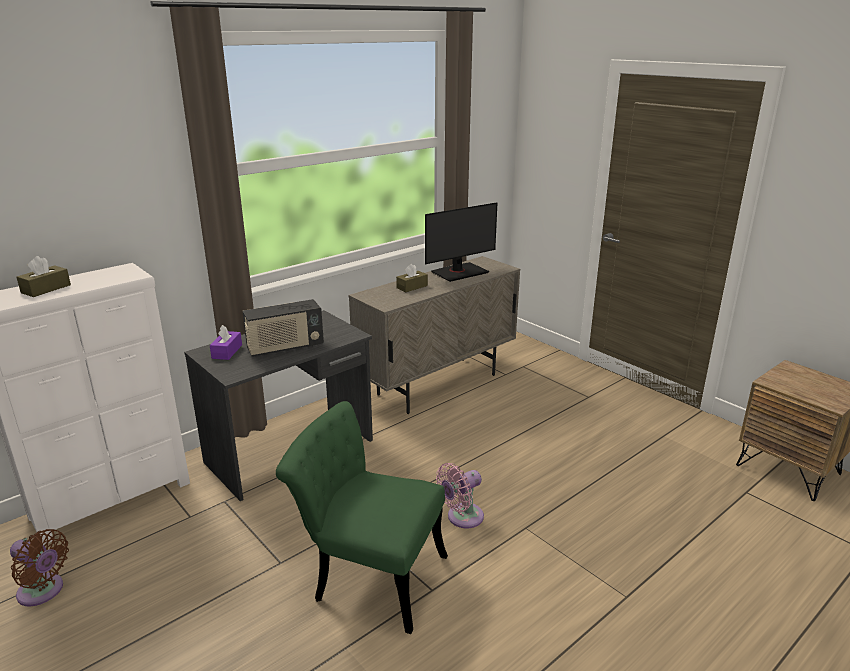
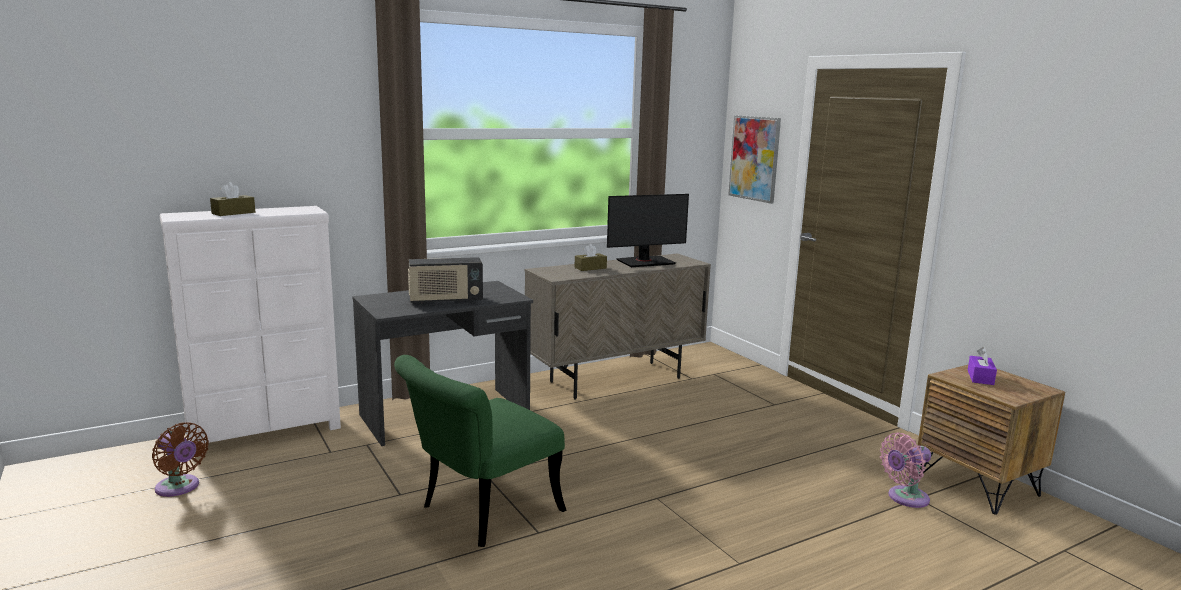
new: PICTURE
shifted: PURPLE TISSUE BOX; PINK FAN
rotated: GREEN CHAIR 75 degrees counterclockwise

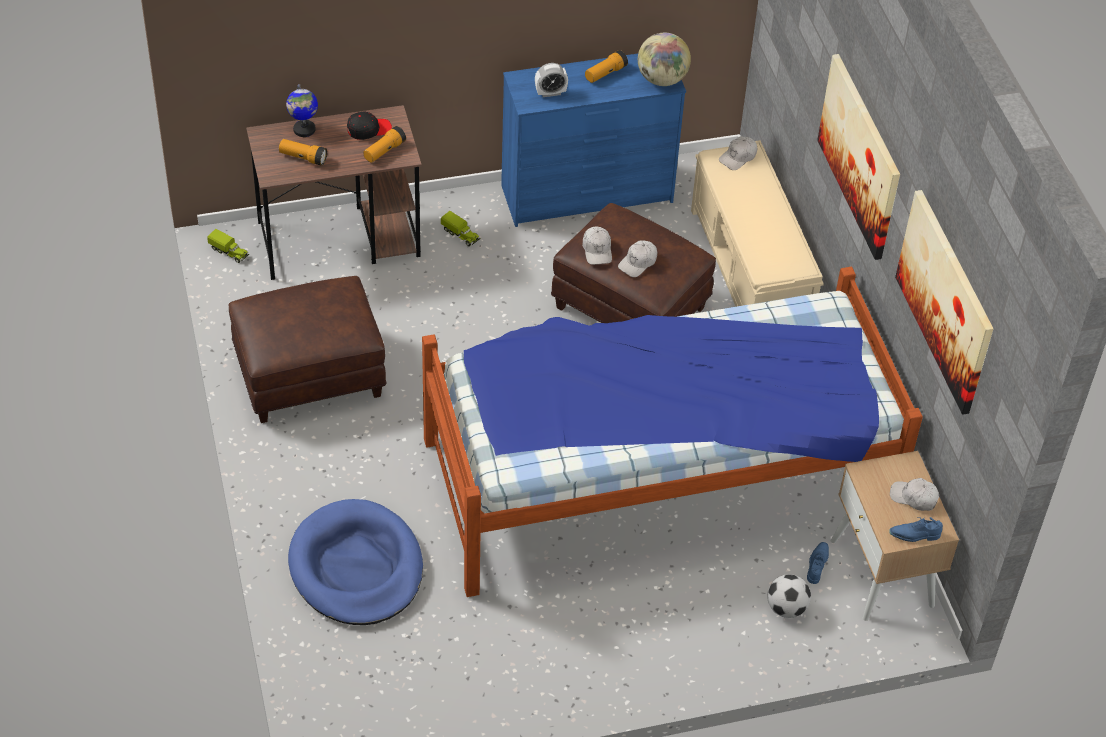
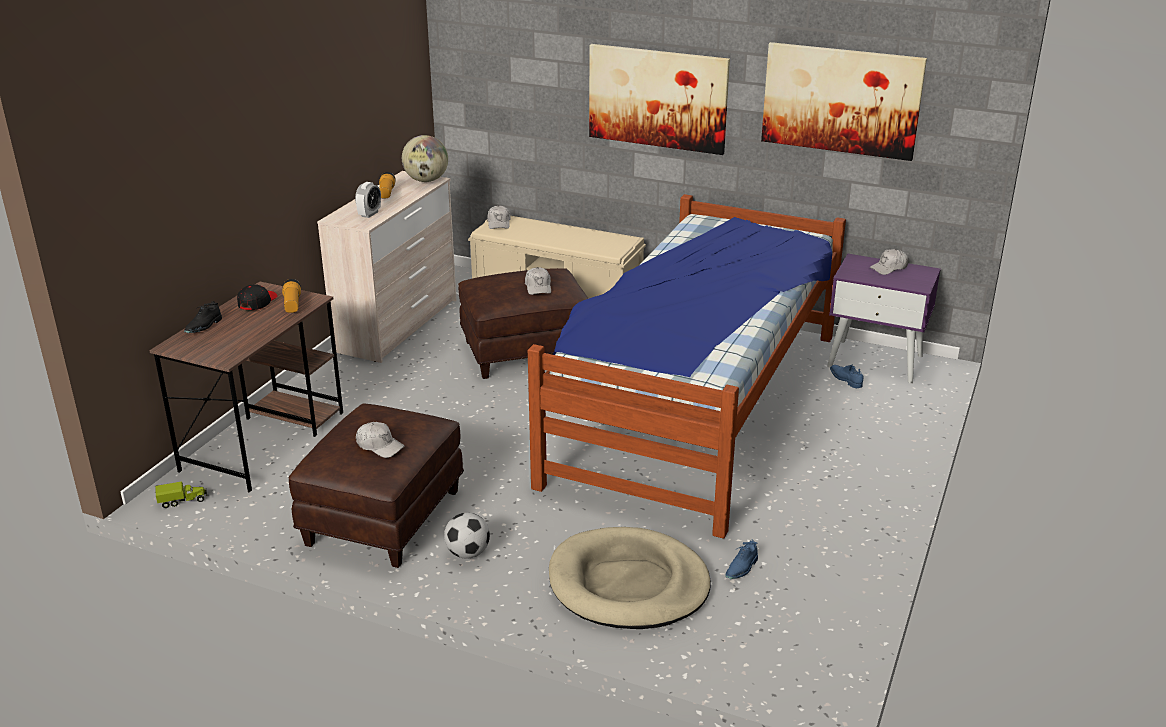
gone: FLASHLIGHT (no. 1 from left); TOY TRUCK (no. 2 from left)
shifted: WHITE CAP (no. 1 from left); FOOTBALL; BLUE SHOE (no. 2 from left in the first image) to BLUE SHOE (no. 1 from left)
swapped: GLOBE (no. 1 from left) to BLACK SHOE
repainted: BLUE DOG BED to BEIGE DOG BED; BLUE DRESSER to BEIGE DRESSER; BEIGE NIGHTSTAND to PURPLE NIGHTSTAND

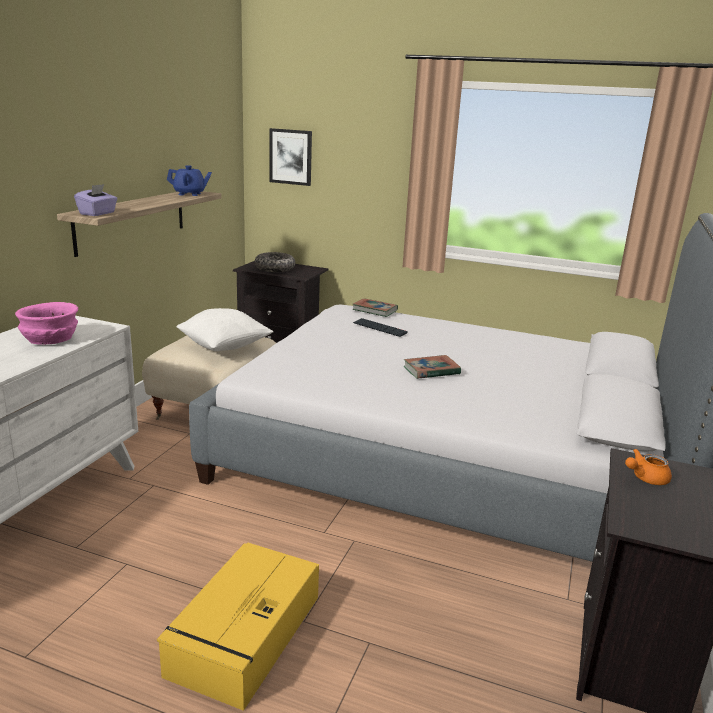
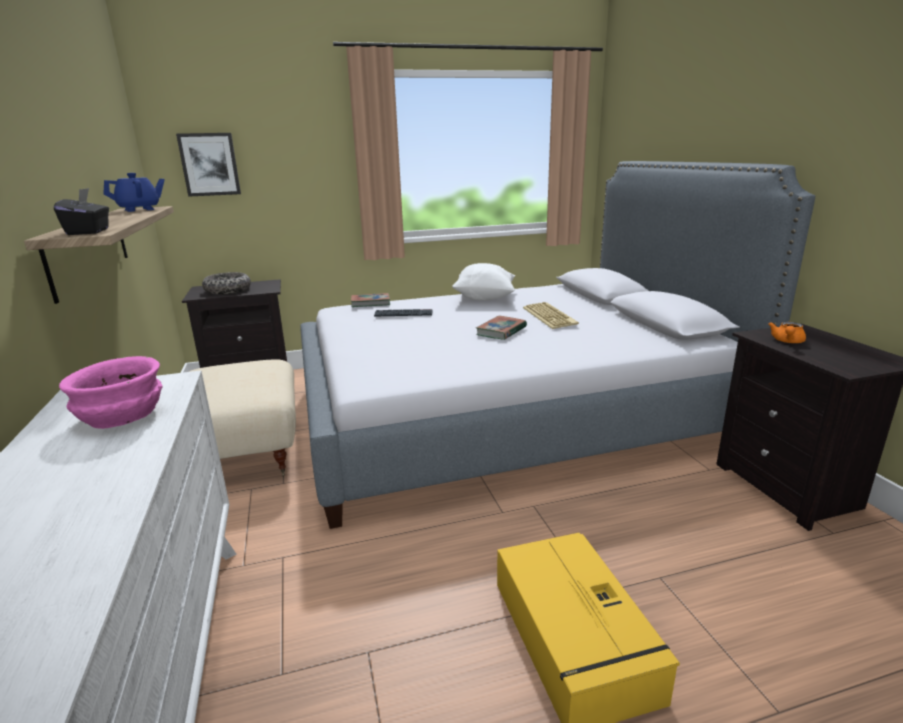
new: KEYBOARD (no. 2 from left)
shifted: WHITE PILLOW
repainted: PURPLE TISSUE BOX to BLACK TISSUE BOX

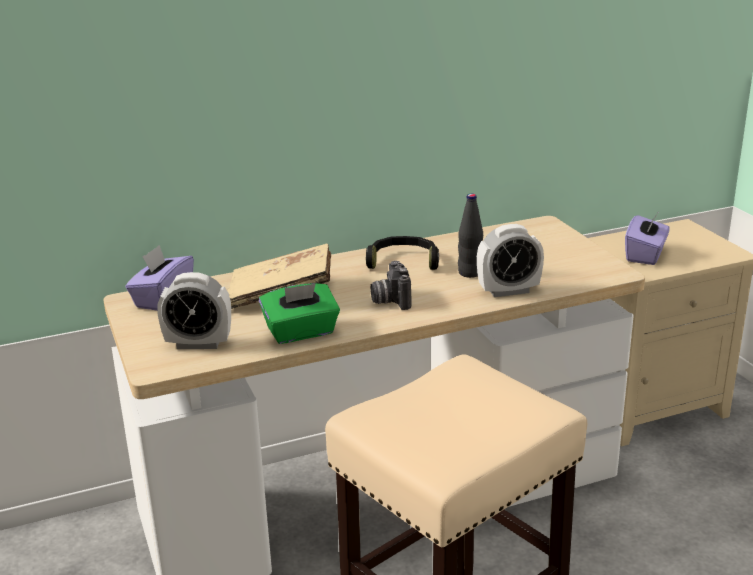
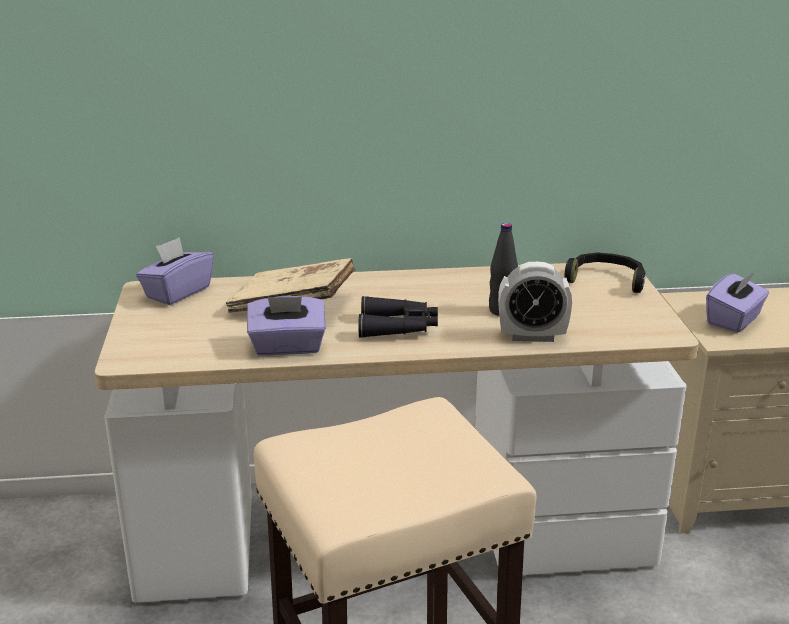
gone: ALARM CLOCK (no. 1 from left)
shifted: BLACK HEADPHONES
swapped: PHOTO CAMERA to BLACK BINOCULARS
repainted: GREEN TISSUE BOX to PURPLE TISSUE BOX (no. 2 from left)

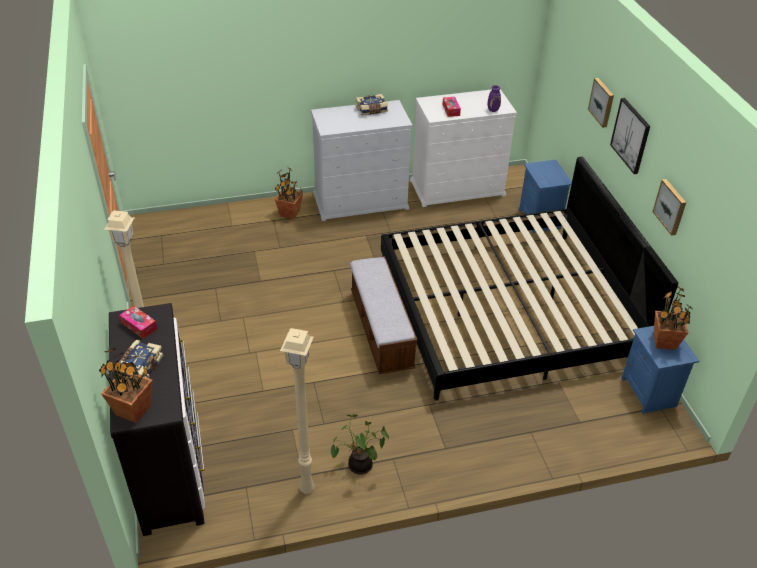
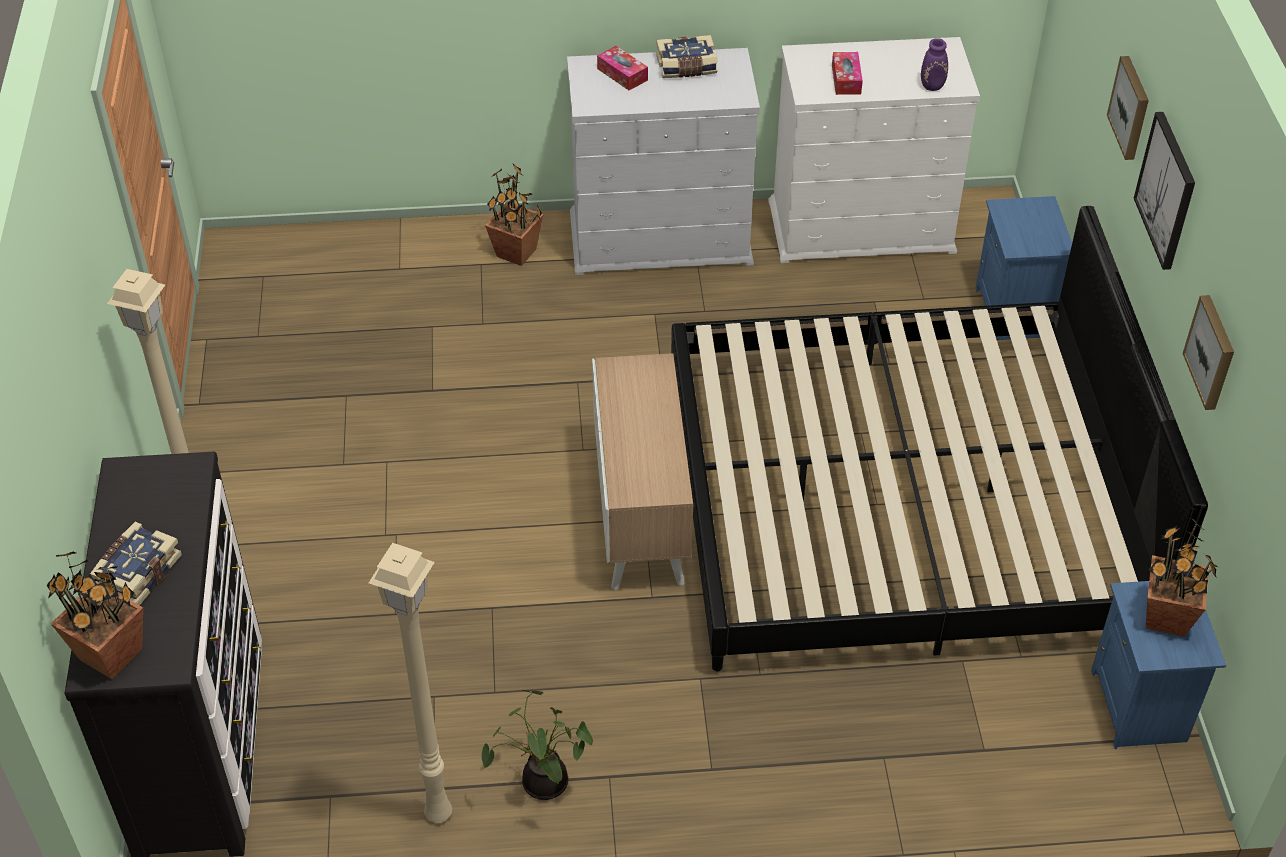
shifted: TISSUE BOX (no. 1 from left)
swapped: BENCH to CABINET

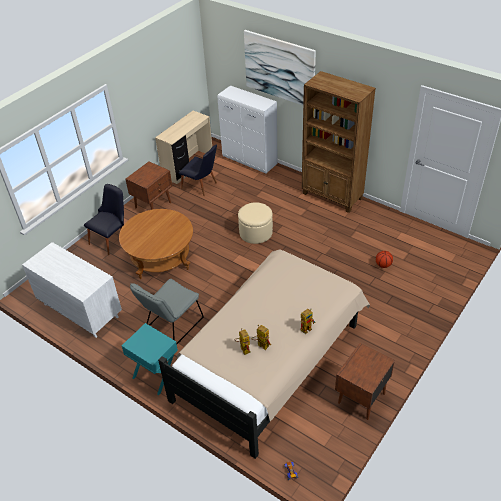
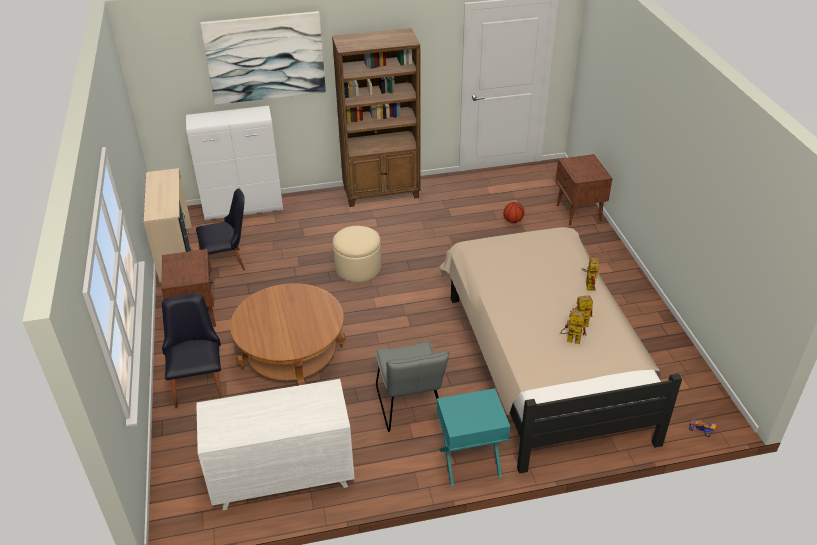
shifted: BROWN NIGHTSTAND (no. 2 from left)

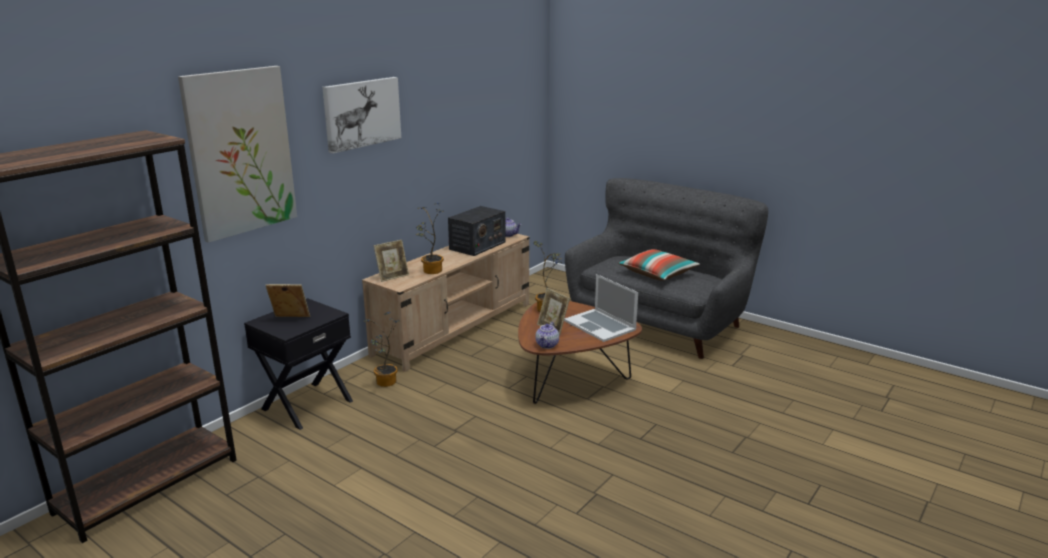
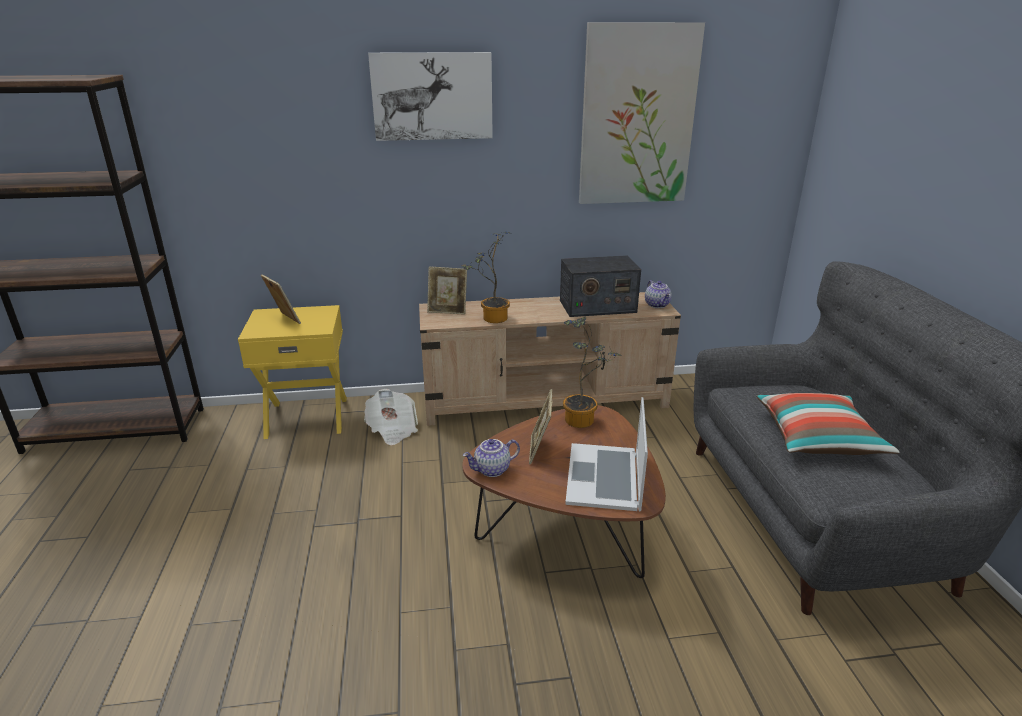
shifted: PICTURE (no. 1 from left in the first image) to PICTURE (no. 2 from left)
swapped: POTTED PLANT (no. 1 from left) to NEWSPAPER
repainted: BLACK NIGHTSTAND to YELLOW NIGHTSTAND

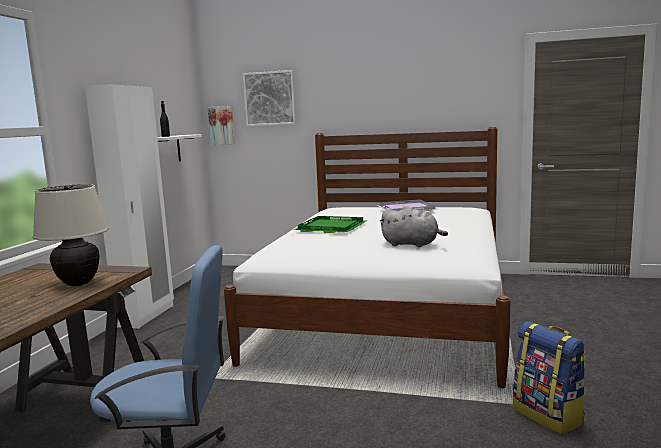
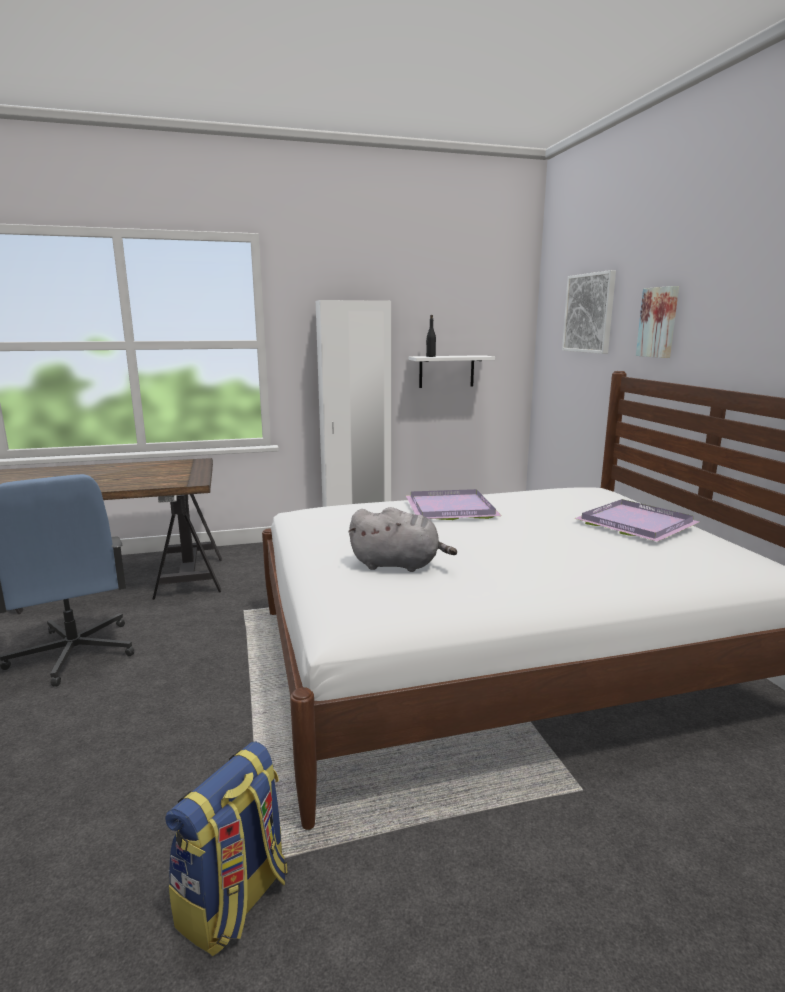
gone: BEIGE TABLE LAMP
shifted: PICTURE (no. 1 from left in the first image) to PICTURE (no. 2 from left)
repainted: GREEN TRAY to PURPLE TRAY (no. 1 from left)
rotated: GREY PLUSH TOY 75 degrees counterclockwise

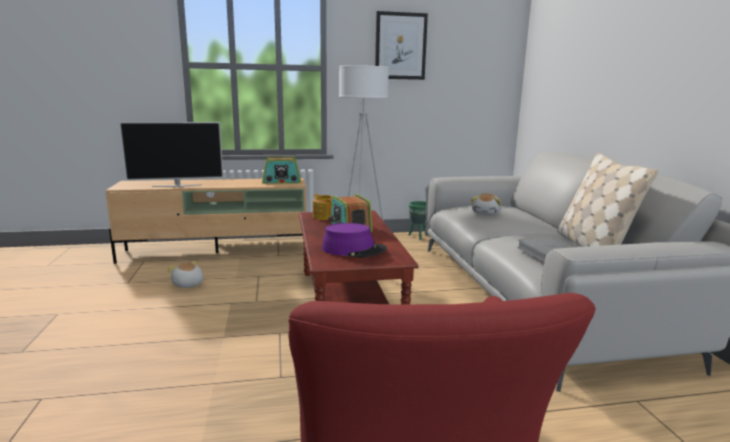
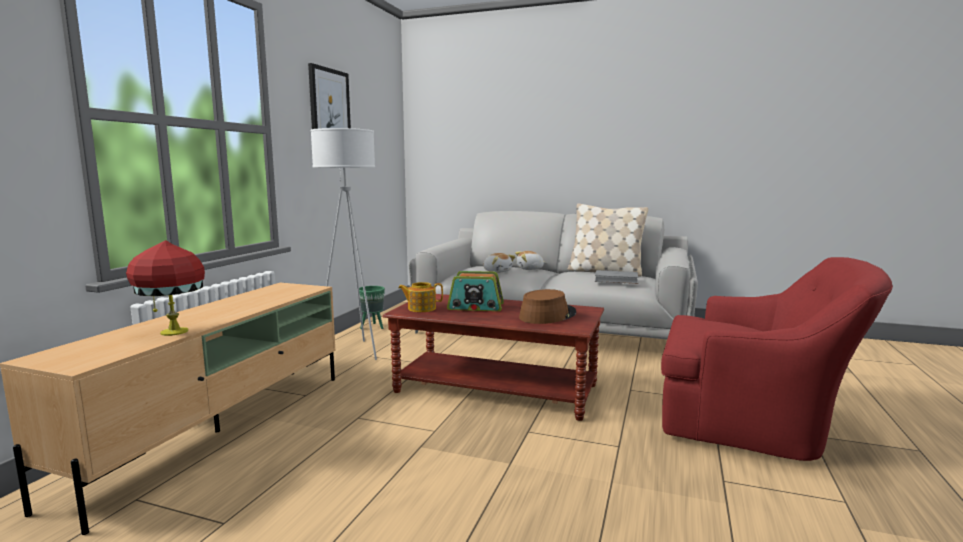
gone: RADIO (no. 1 from left)
shifted: PLUSH TOY (no. 1 from left in the first image) to PLUSH TOY (no. 2 from left)
swapped: TELEVISION to RED TABLE LAMP
repainted: PURPLE HAT to BROWN HAT

